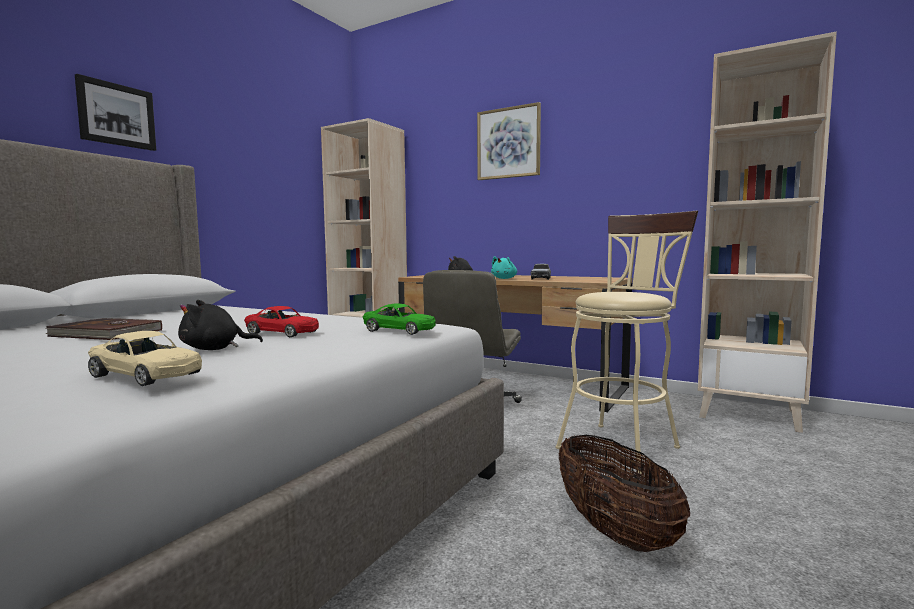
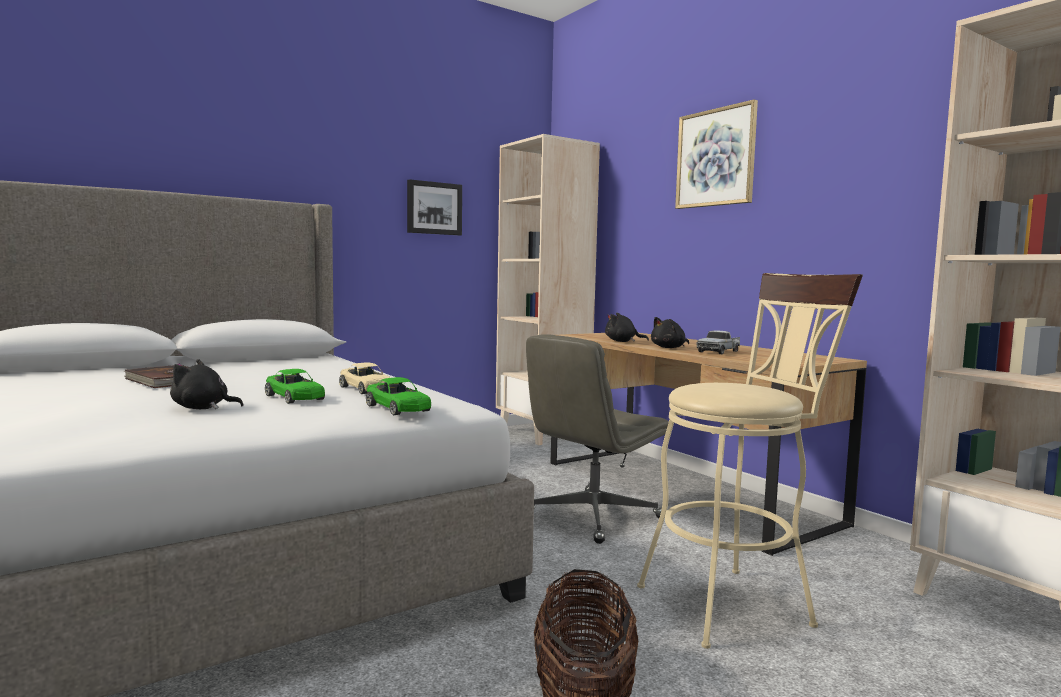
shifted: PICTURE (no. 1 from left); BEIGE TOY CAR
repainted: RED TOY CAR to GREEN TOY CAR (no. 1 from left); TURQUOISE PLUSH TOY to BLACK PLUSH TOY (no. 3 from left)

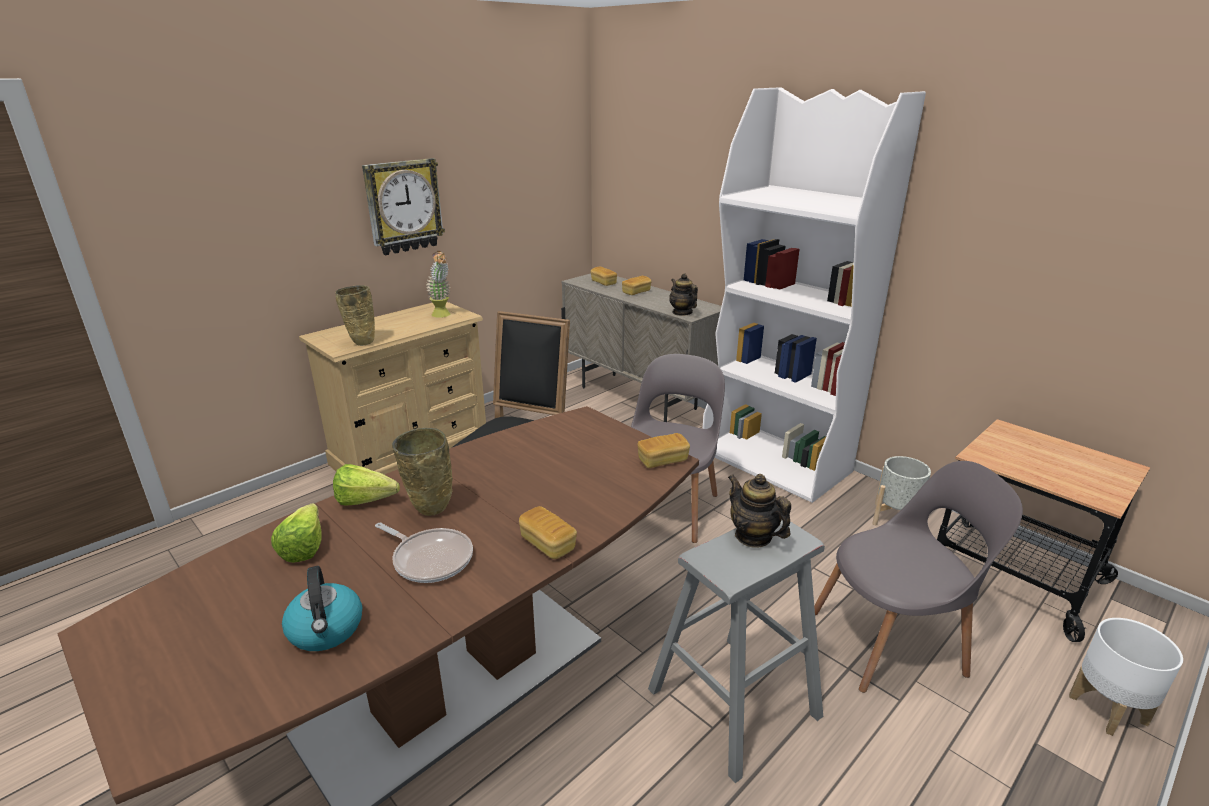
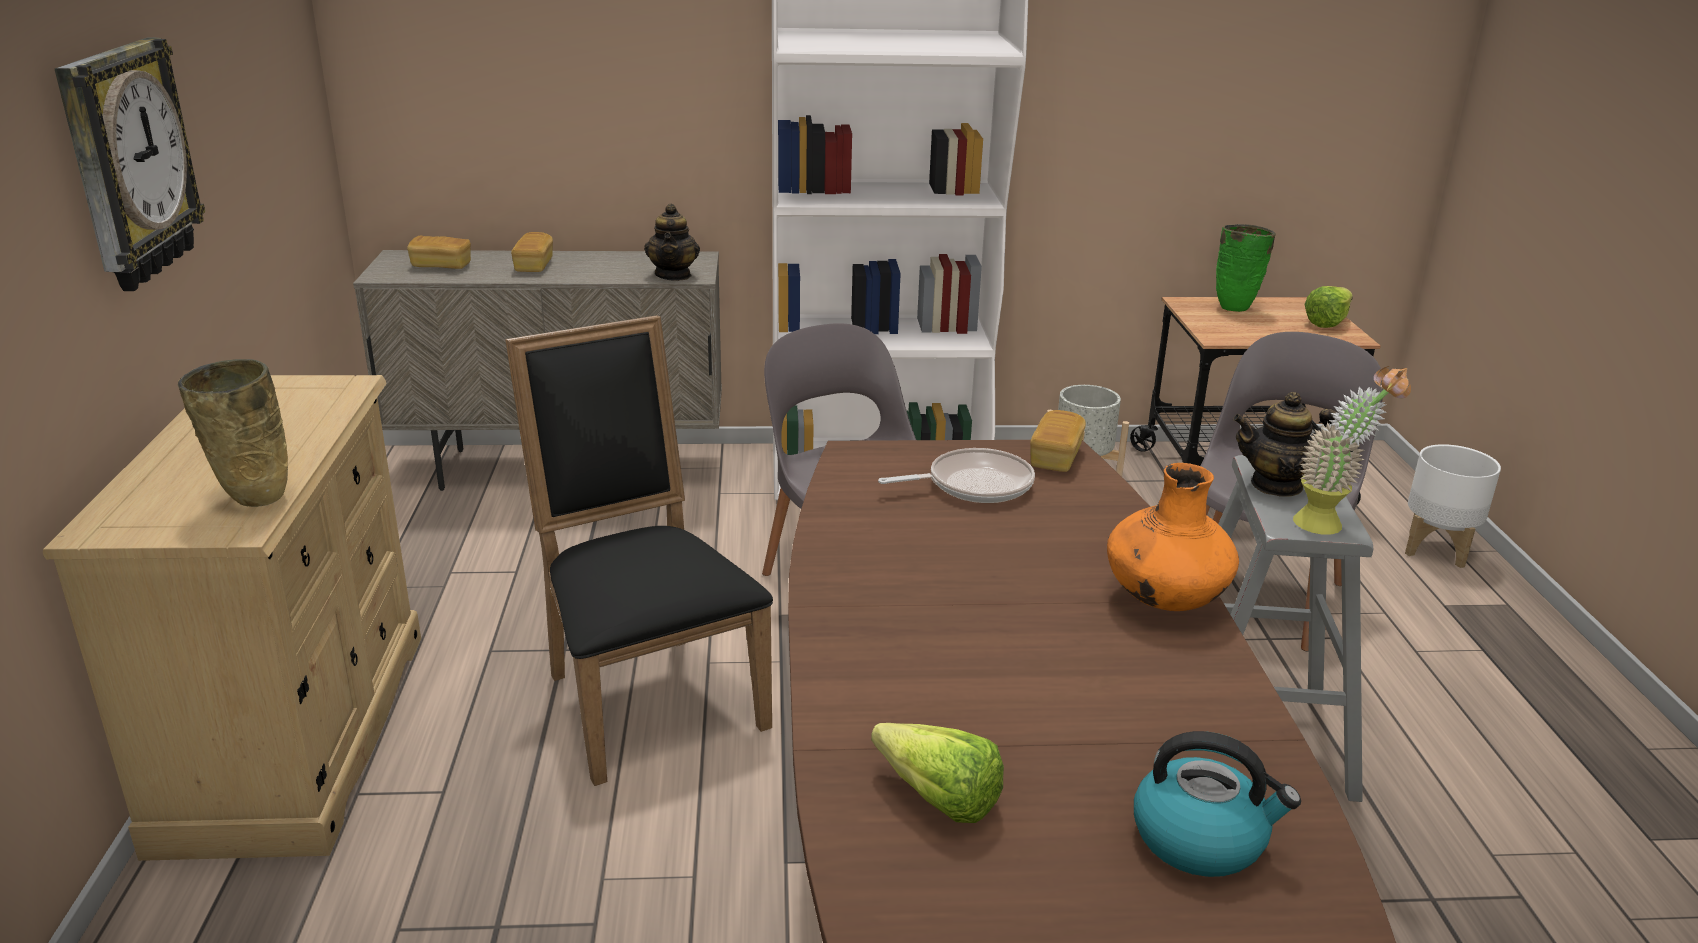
gone: BEIGE VASE (no. 2 from left)
new: GREEN VASE
shifted: LETTUCE (no. 2 from left); FRYING PAN; POTTED PLANT
swapped: BREAD (no. 1 from left) to ORANGE VASE
rotated: TEAPOT (no. 1 from left) 105 degrees counterclockwise

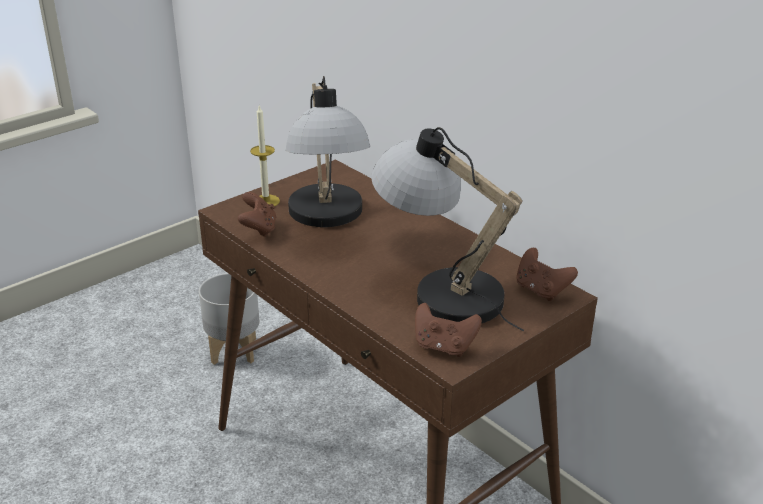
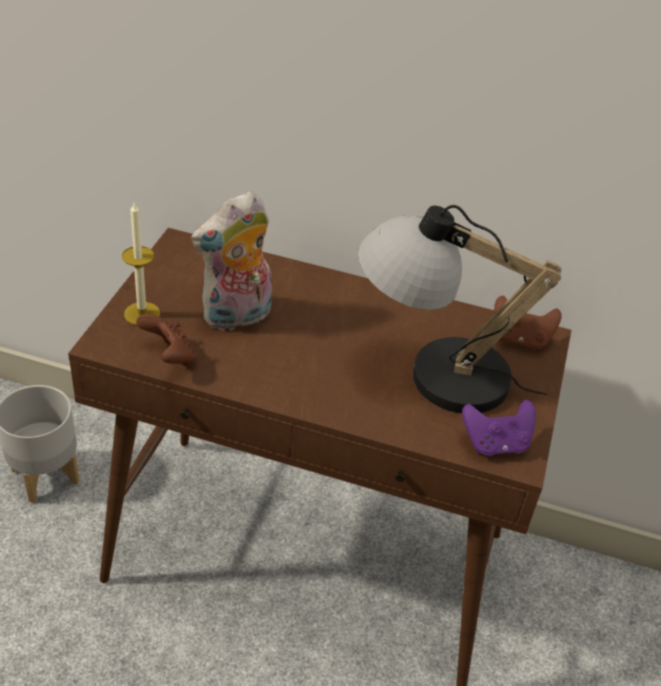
swapped: TABLE LAMP (no. 1 from left) to PLUSH TOY
repainted: BROWN GAME CONTROLLER (no. 2 from left) to PURPLE GAME CONTROLLER

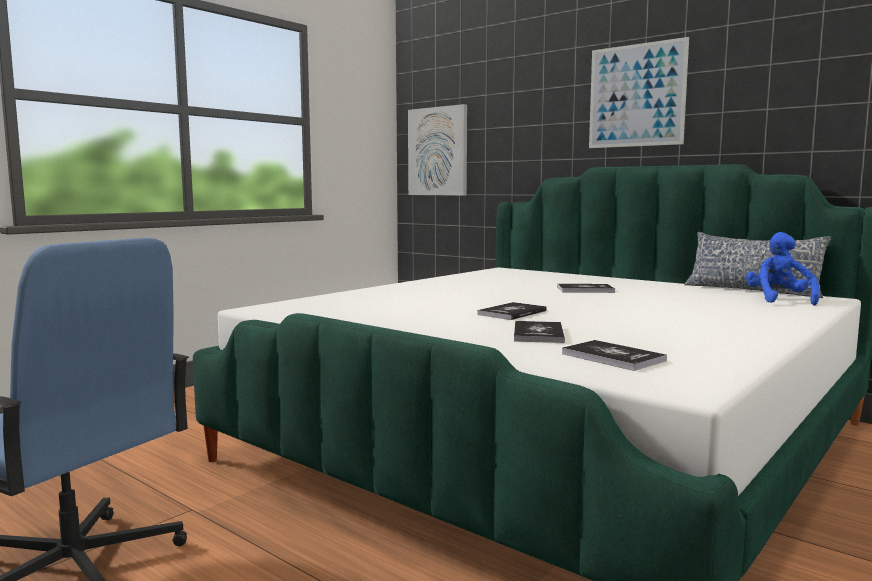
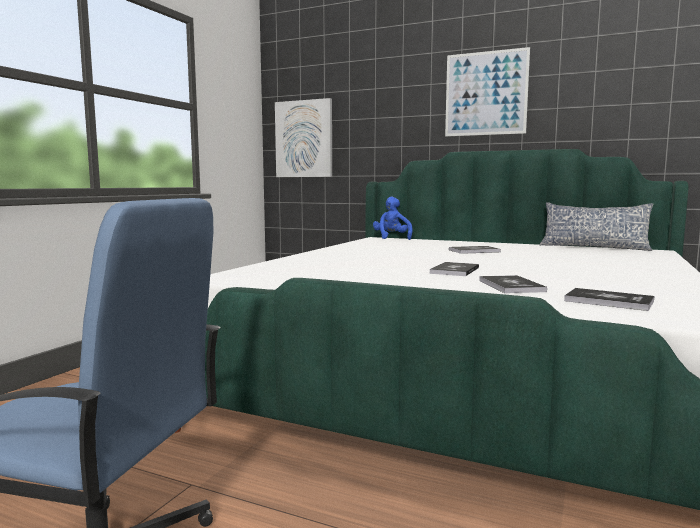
shifted: BLUE PLUSH TOY

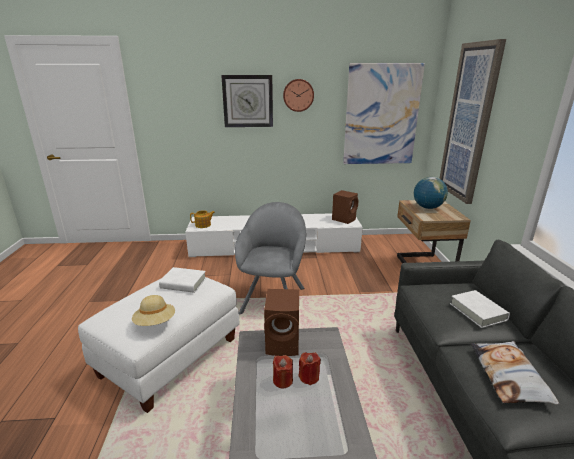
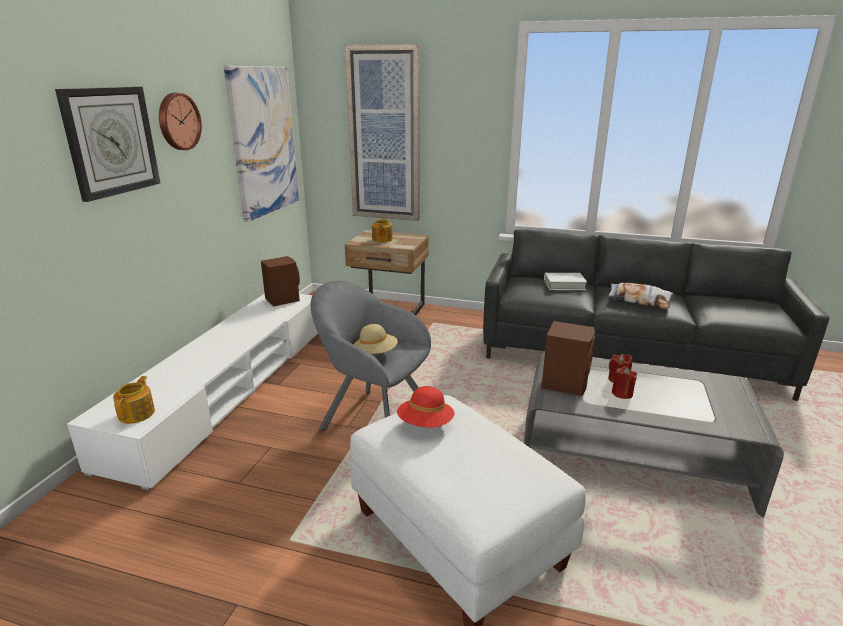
shifted: BEIGE HAT
swapped: WHITE BOOK (no. 1 from left) to RED HAT; GLOBE to TEAPOT (no. 2 from left)

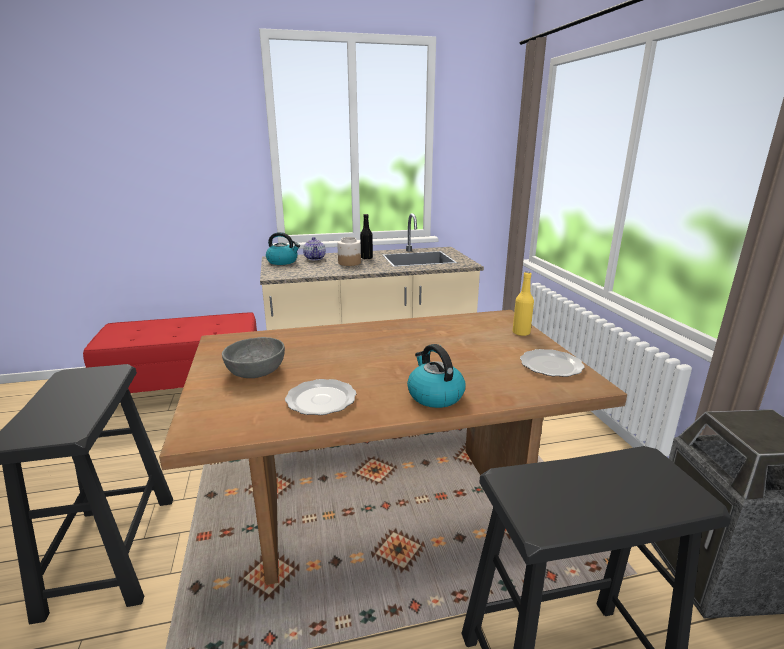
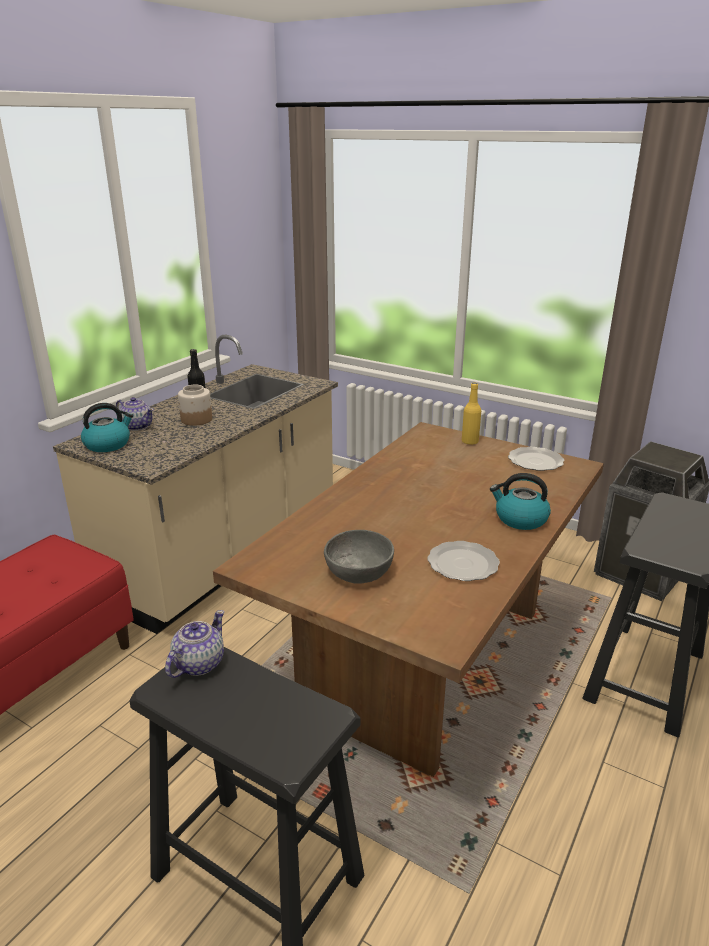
new: TEAPOT (no. 2 from left)

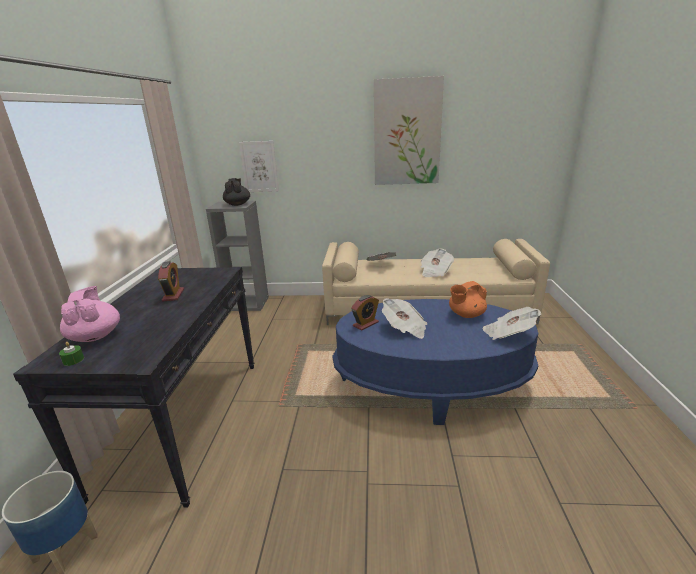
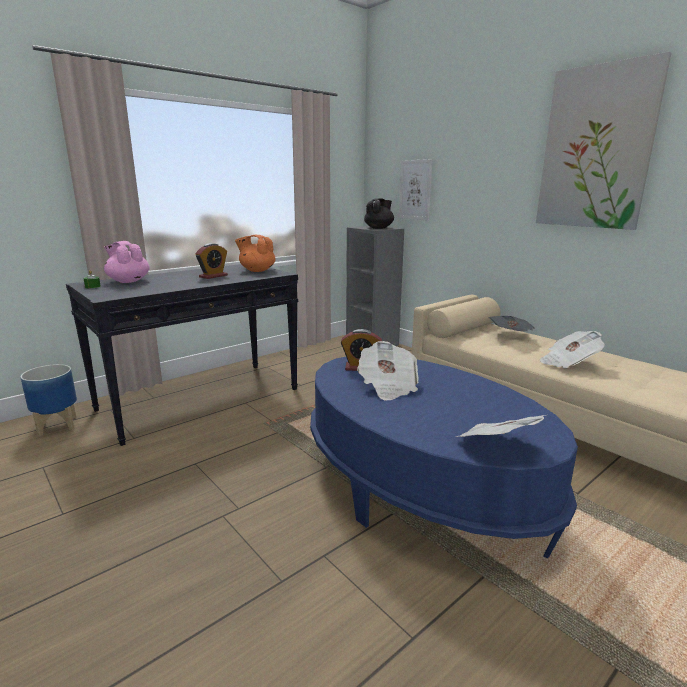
shifted: ORANGE TEAPOT
rotated: PINK TEAPOT 75 degrees counterclockwise

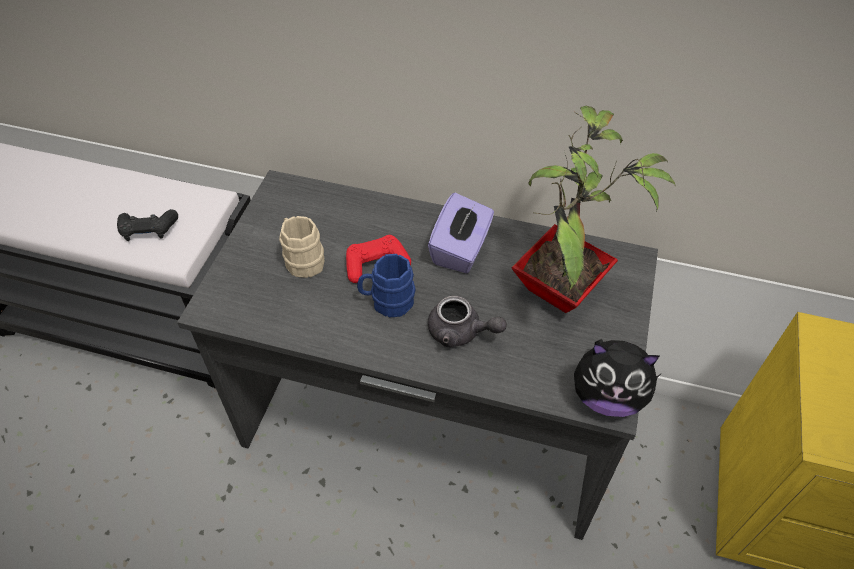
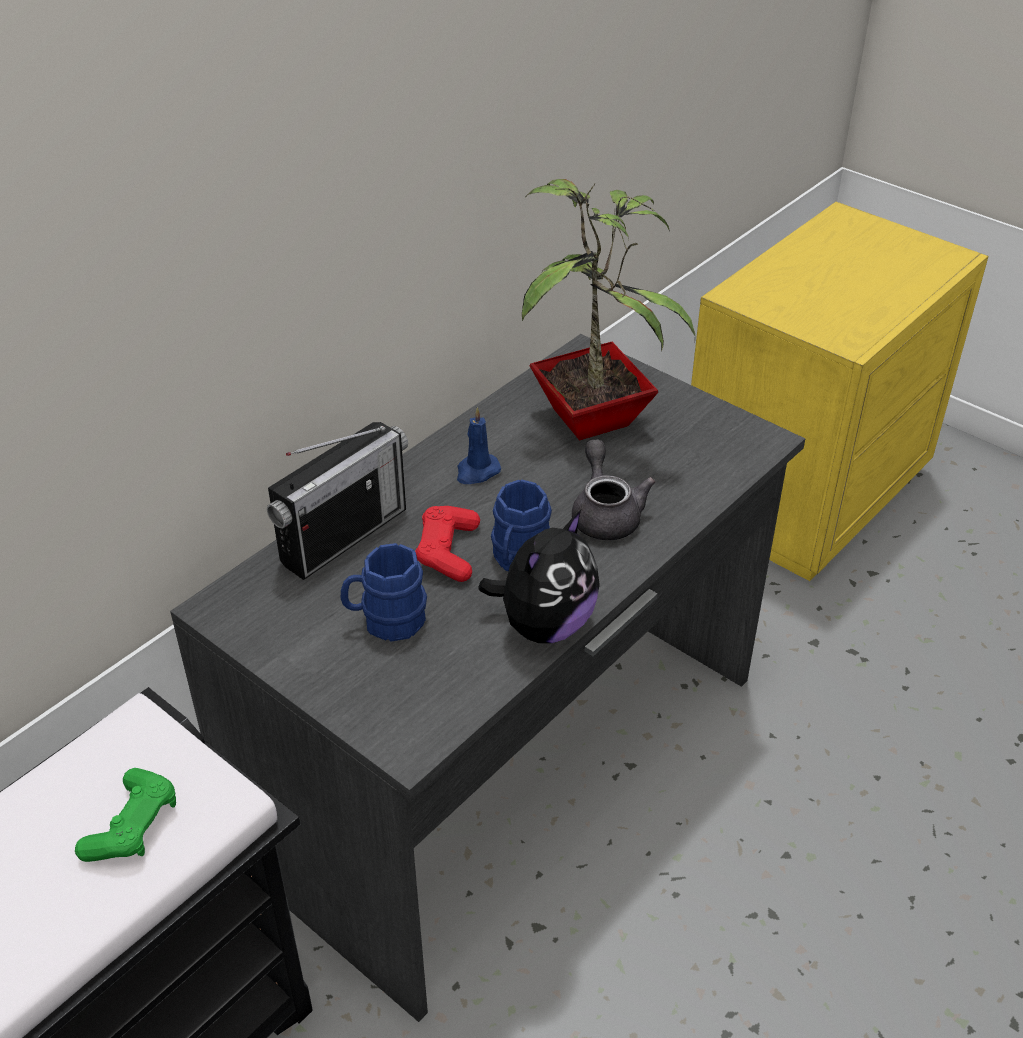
new: RADIO
shifted: PLUSH TOY
swapped: PURPLE TISSUE BOX to BLUE CANDLE
repainted: BLACK GAME CONTROLLER to GREEN GAME CONTROLLER; BEIGE MUG to BLUE MUG (no. 1 from left)
rotated: GREY TEAPOT 60 degrees counterclockwise

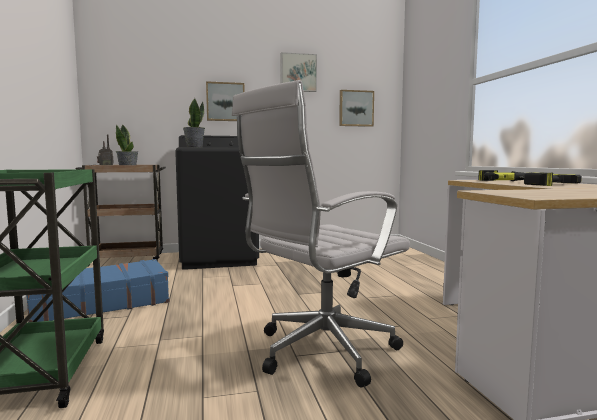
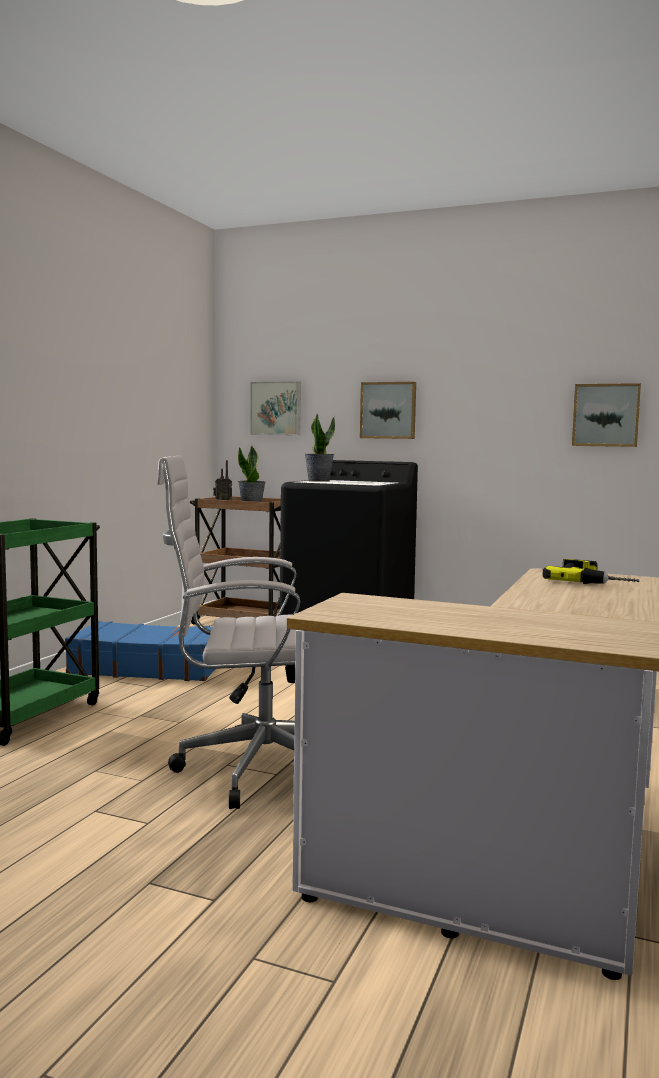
gone: POWER DRILL (no. 2 from left)
shifted: PICTURE (no. 2 from left in the first image) to PICTURE (no. 1 from left)

